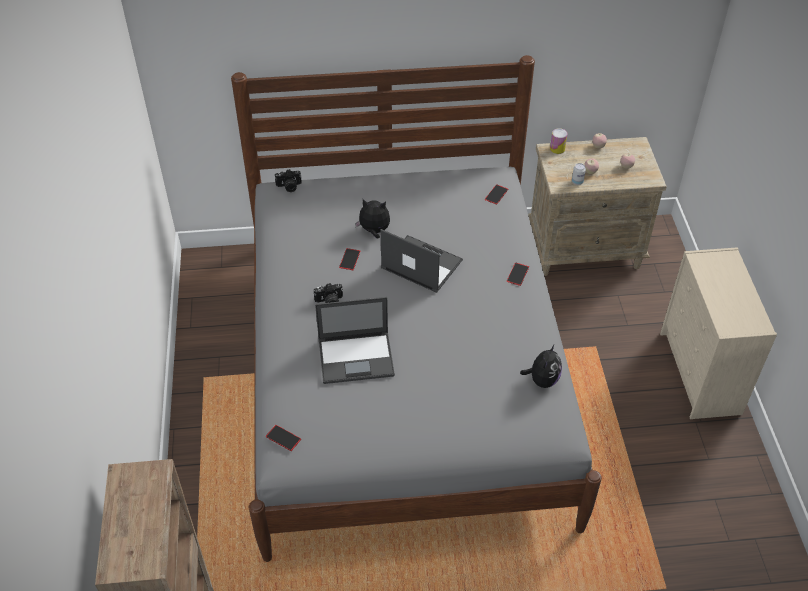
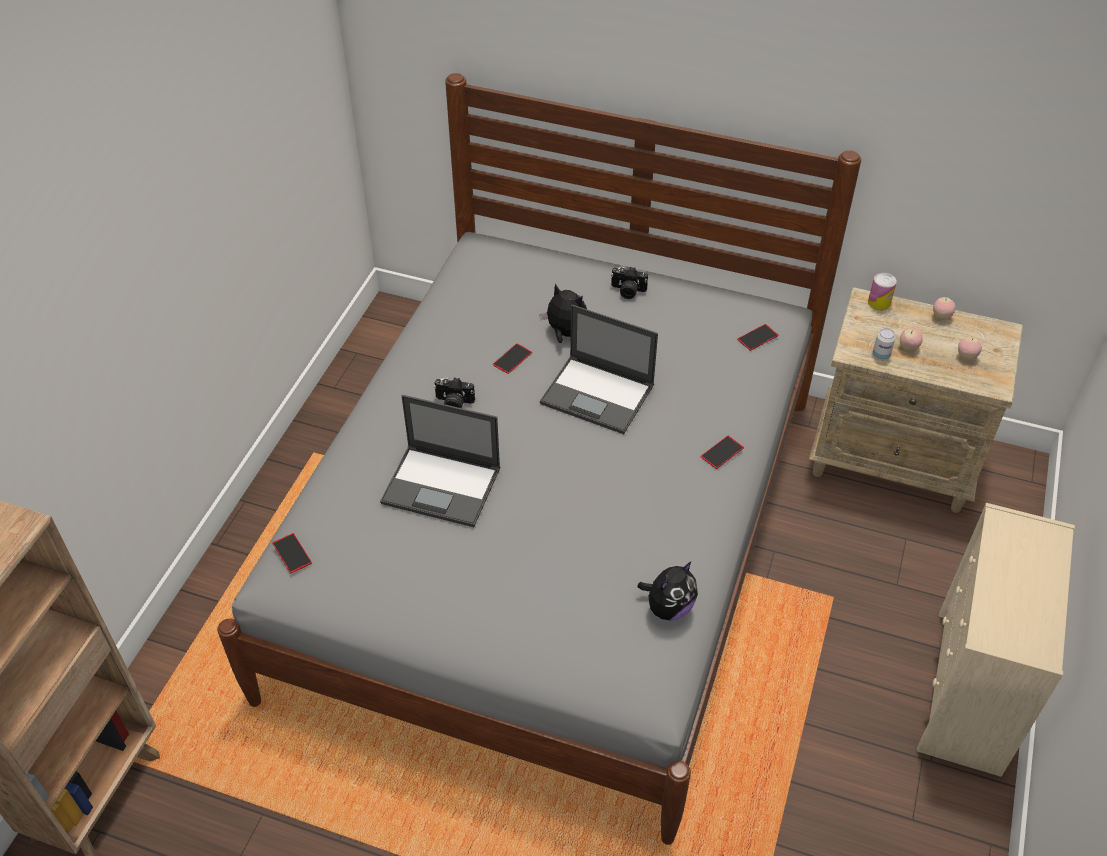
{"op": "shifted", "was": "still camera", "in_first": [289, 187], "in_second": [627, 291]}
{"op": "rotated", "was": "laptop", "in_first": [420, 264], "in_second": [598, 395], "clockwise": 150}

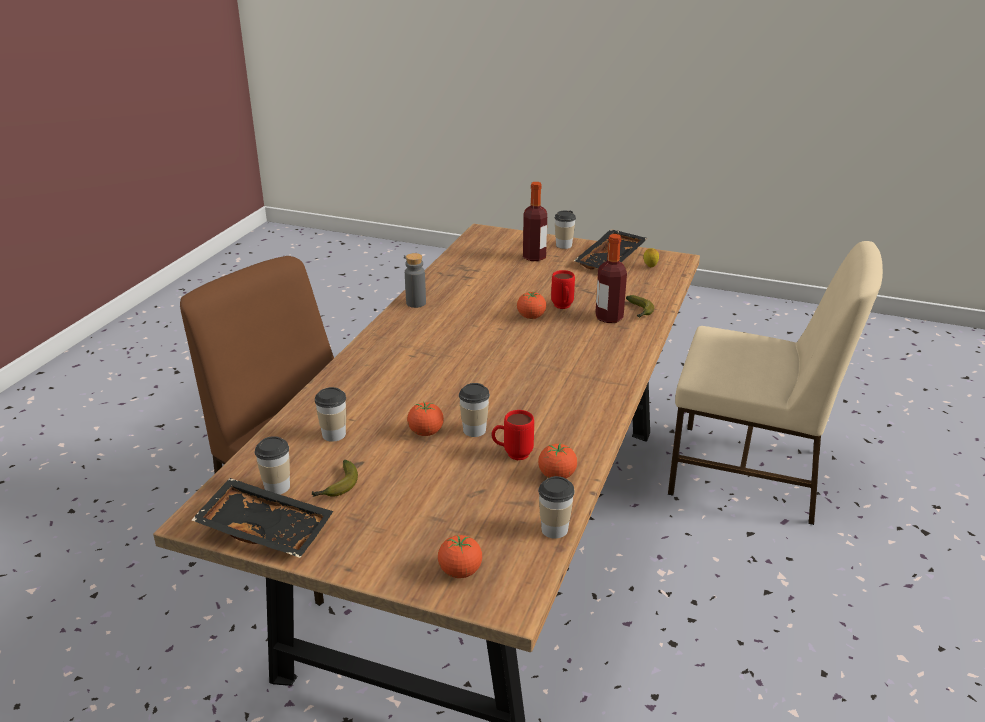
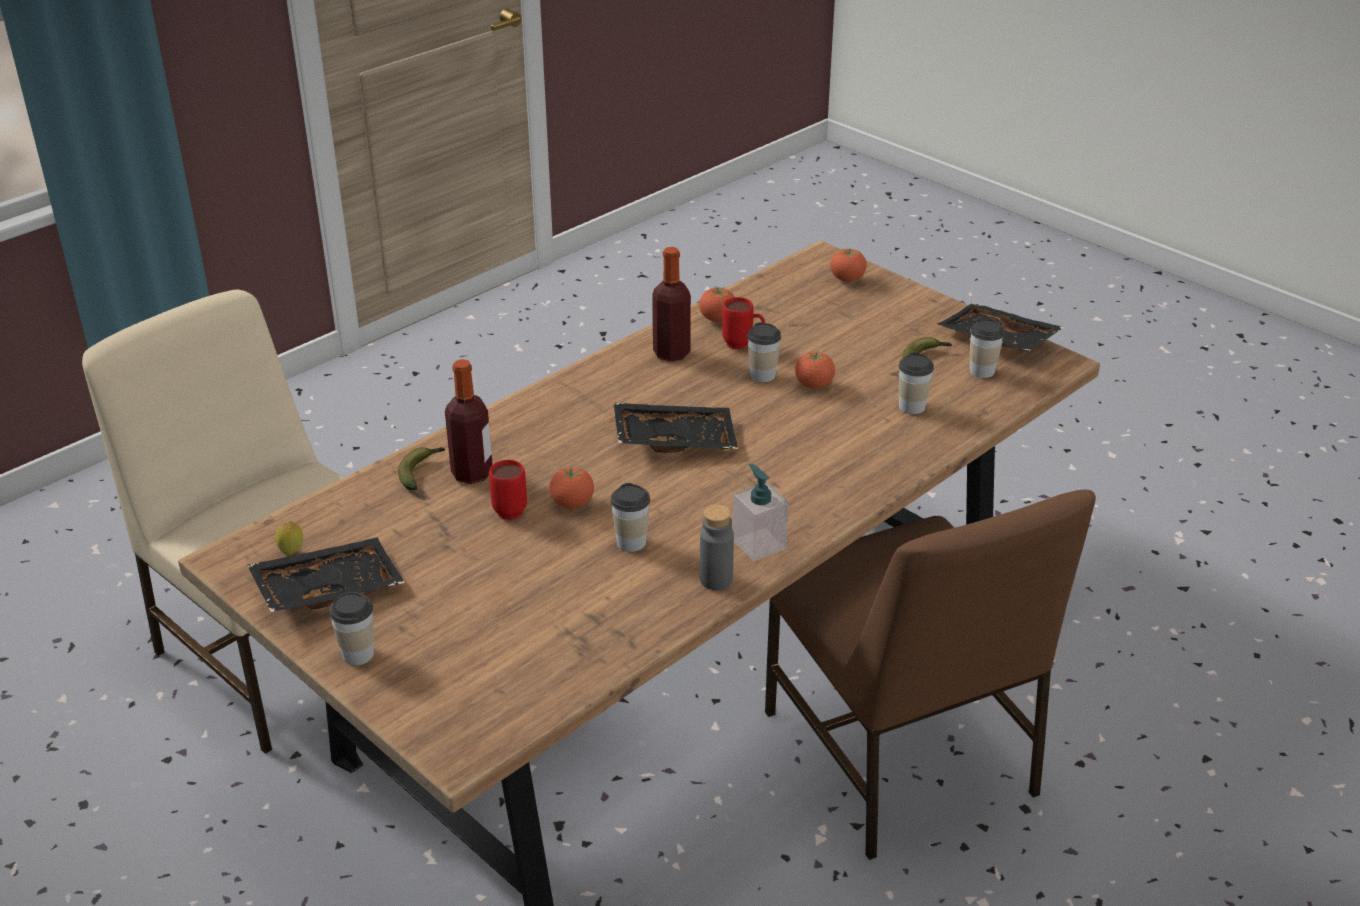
{"op": "new", "now": "black carrying tray", "in_second": [674, 439]}
{"op": "new", "now": "soap dispenser", "in_second": [758, 544]}
{"op": "shifted", "was": "beverage bottle", "in_first": [534, 257], "in_second": [671, 353]}
{"op": "shifted", "was": "drinking cup", "in_first": [554, 529], "in_second": [631, 542]}

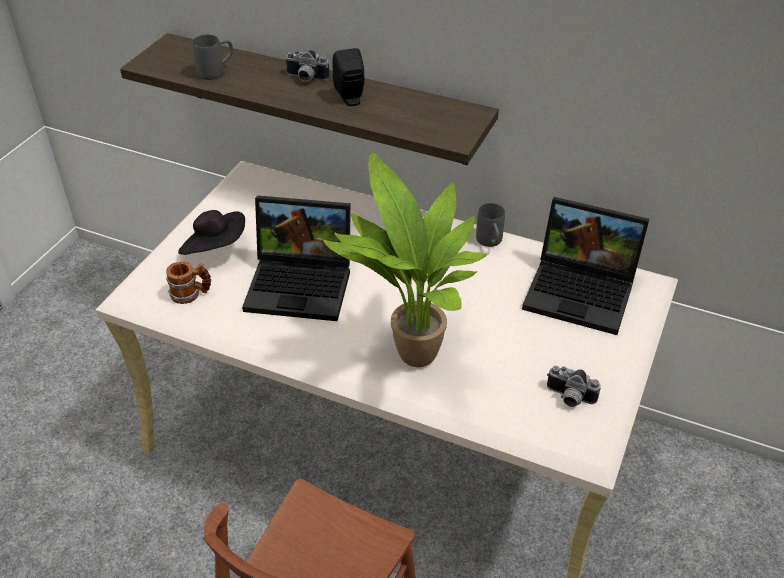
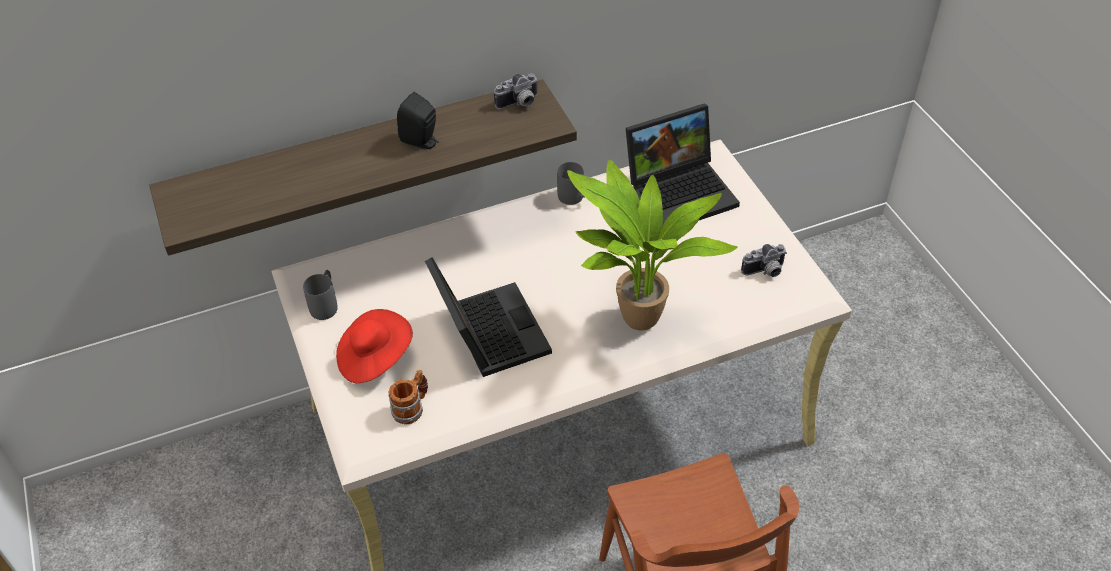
{"op": "shifted", "was": "greyish tea mug", "in_first": [216, 71], "in_second": [326, 304]}
{"op": "shifted", "was": "still camera", "in_first": [305, 79], "in_second": [519, 104]}
{"op": "repainted", "was": "black wearable hat", "now": "reddish wearable hat", "in_first": [215, 248], "in_second": [374, 358]}
{"op": "rotated", "was": "laptop", "in_first": [303, 284], "in_second": [487, 332], "clockwise": -75}

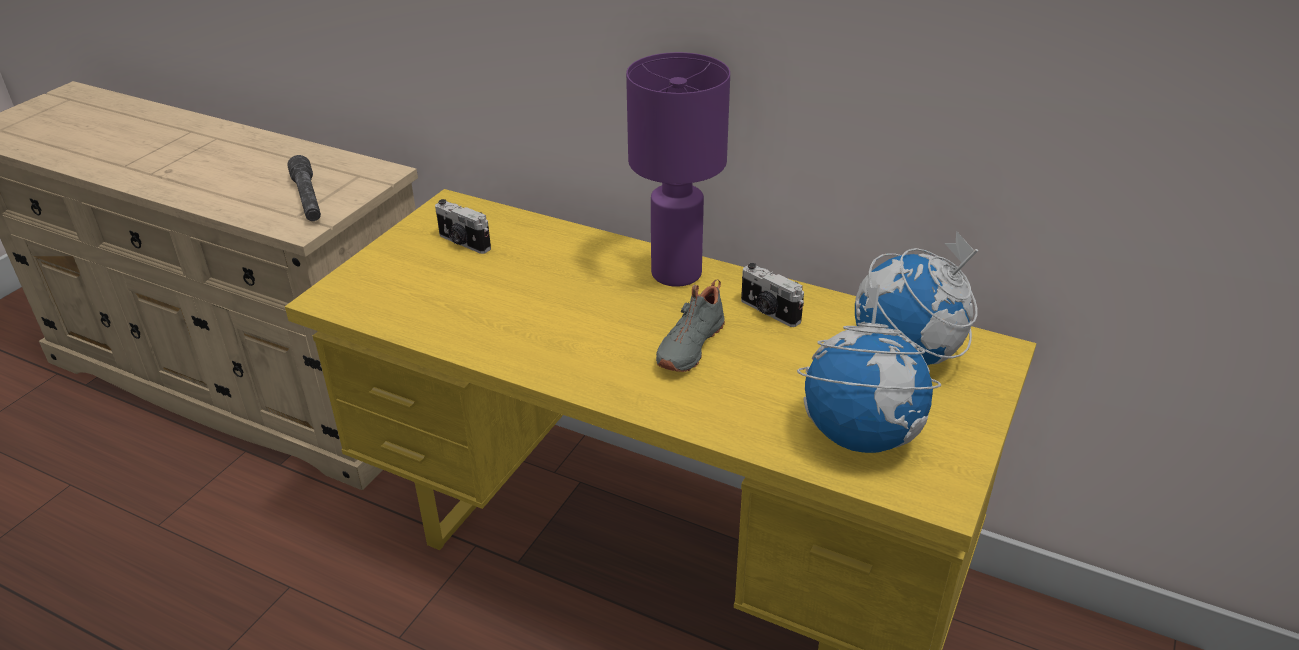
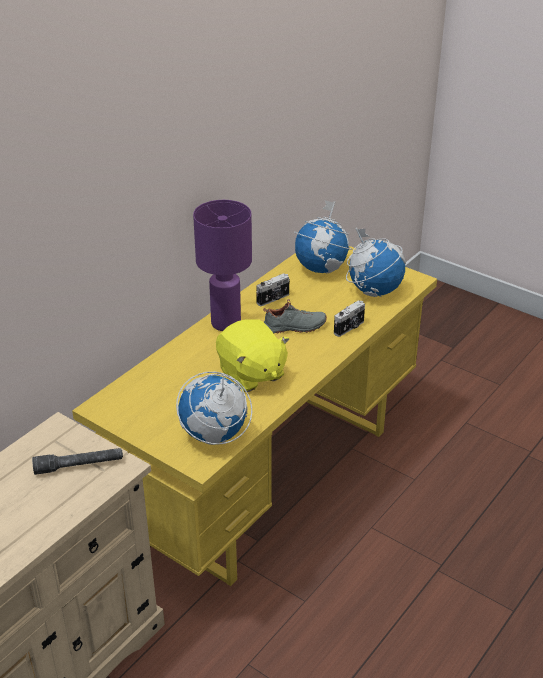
{"op": "new", "now": "globe", "in_second": [213, 436]}
{"op": "new", "now": "yellowish soft toy", "in_second": [251, 374]}
{"op": "shifted", "was": "still camera", "in_first": [463, 243], "in_second": [350, 328]}
{"op": "rotated", "was": "greyish shoe", "in_first": [688, 345], "in_second": [295, 328], "clockwise": -45}

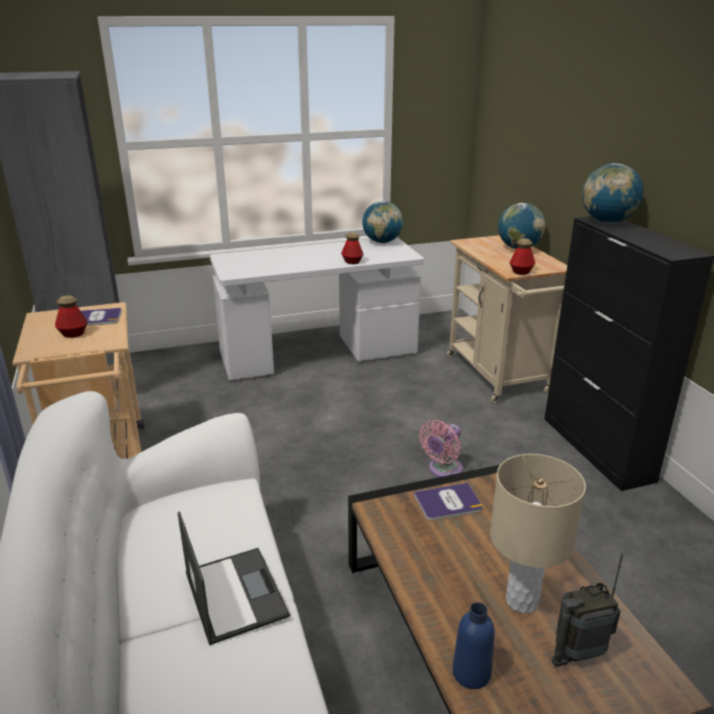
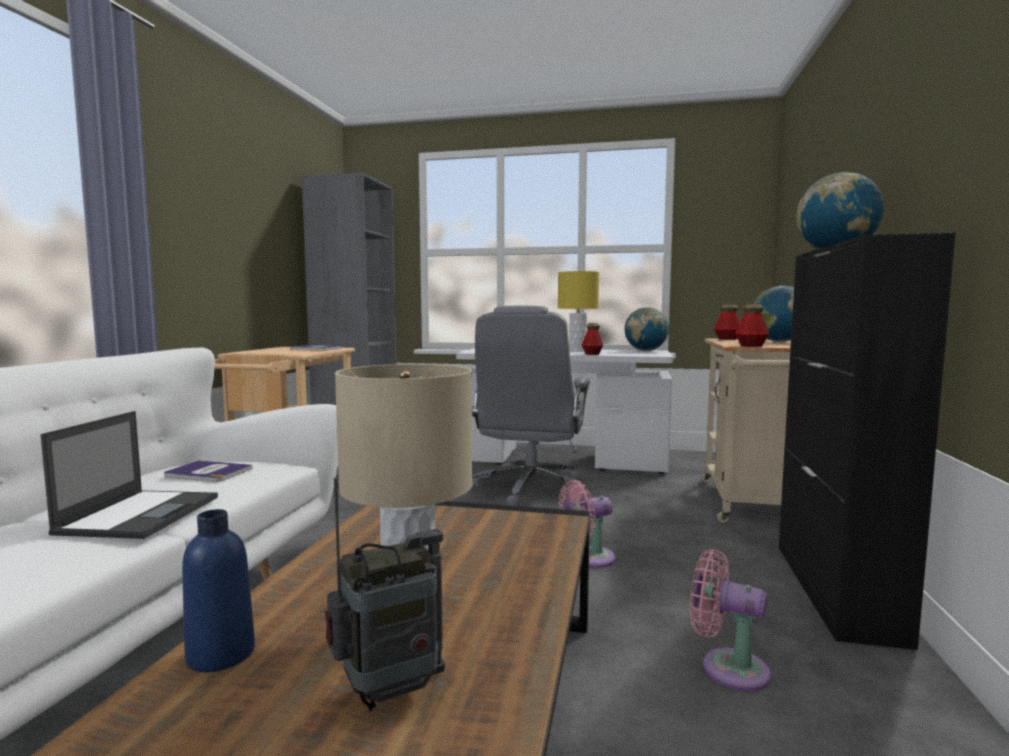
{"op": "new", "now": "greyish desk chair", "in_second": [530, 488]}
{"op": "new", "now": "yellowish lamp for a table", "in_second": [577, 351]}
{"op": "new", "now": "pink fan", "in_second": [727, 668]}
{"op": "shifted", "was": "beverage bottle", "in_first": [73, 334], "in_second": [727, 339]}
{"op": "shifted", "was": "bound book", "in_first": [448, 503], "in_second": [208, 473]}
{"op": "rotated", "was": "radio set", "in_first": [578, 652], "in_second": [391, 693], "clockwise": 135}

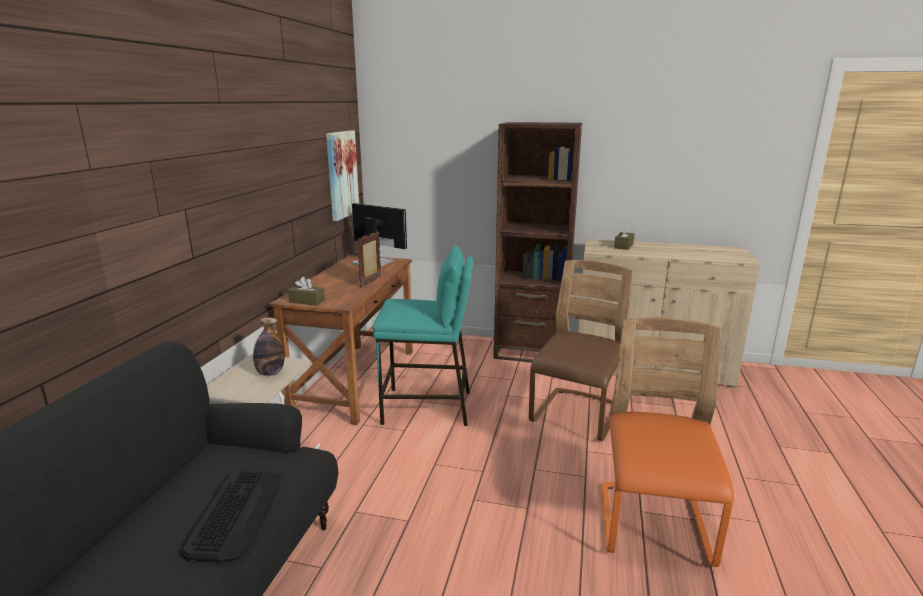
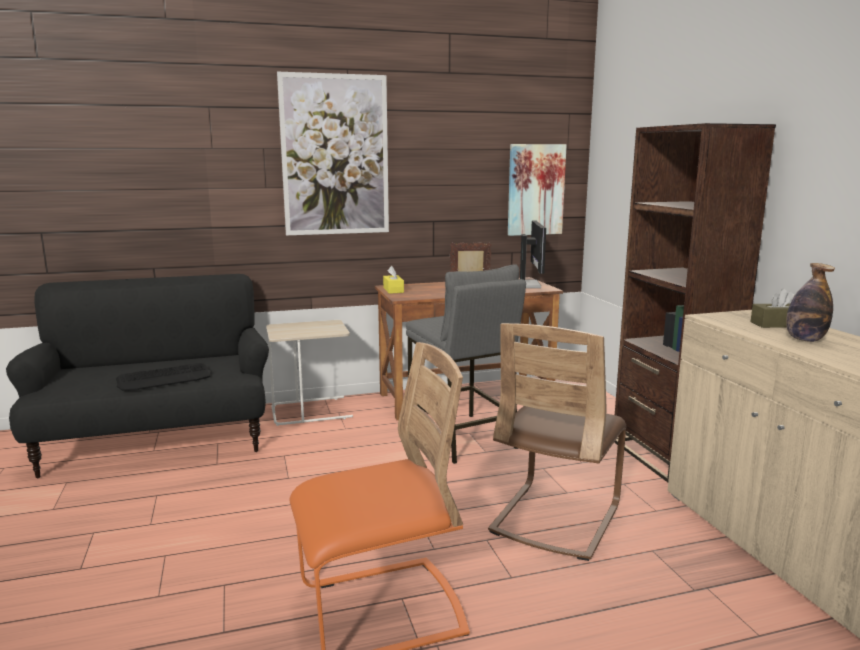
{"op": "new", "now": "wall picture", "in_second": [335, 155]}
{"op": "shifted", "was": "beverage bottle", "in_first": [270, 373], "in_second": [805, 339]}
{"op": "repainted", "was": "brown-coloured box of tissues", "now": "yellowish box of tissues", "in_first": [307, 301], "in_second": [393, 290]}
{"op": "repainted", "was": "turquoise-coloured stool seat", "now": "greyish stool seat", "in_first": [427, 407], "in_second": [462, 438]}
{"op": "rotated", "was": "brown-coloured chair", "in_first": [576, 416], "in_second": [555, 518], "clockwise": 120}

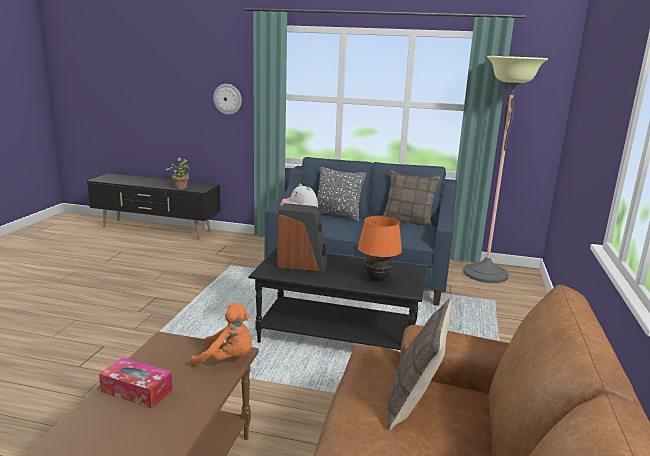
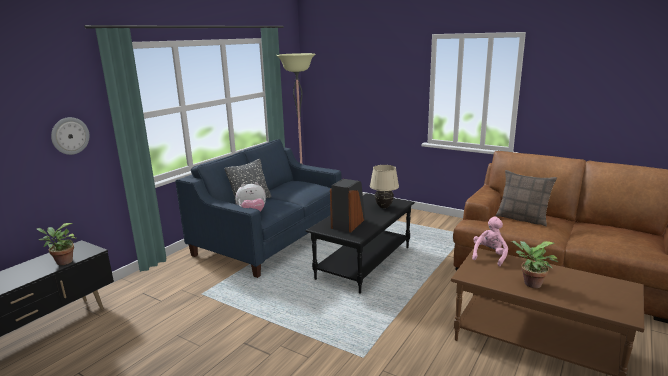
{"op": "gone", "was": "cushion", "in_first": [408, 221]}
{"op": "swapped", "was": "box of tissues", "now": "houseplant", "in_first": [137, 390], "in_second": [530, 284]}
{"op": "repainted", "was": "orange soft toy", "now": "pink soft toy", "in_first": [227, 359], "in_second": [489, 256]}
{"op": "repainted", "was": "orange lamp for a table", "now": "sand-coloured lamp for a table", "in_first": [377, 280], "in_second": [384, 207]}

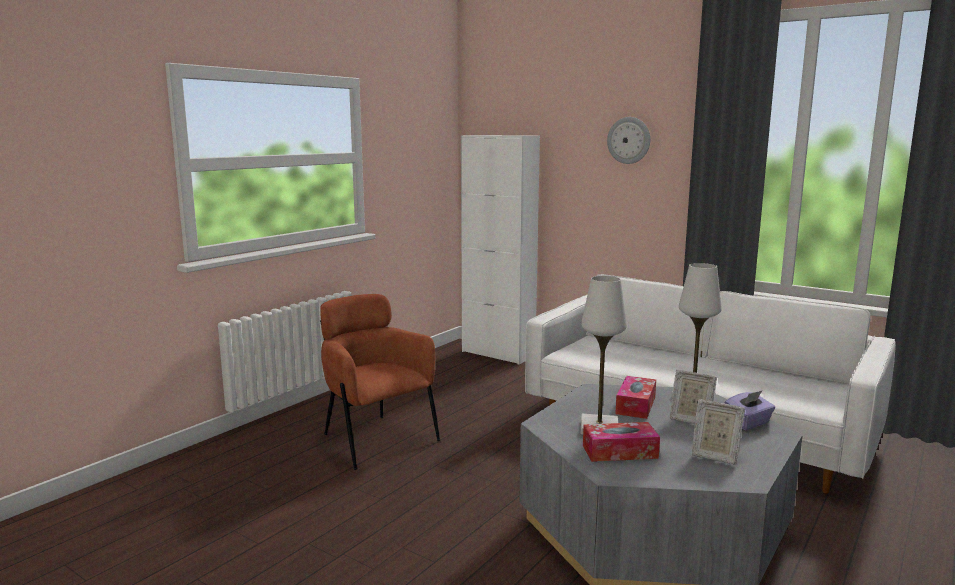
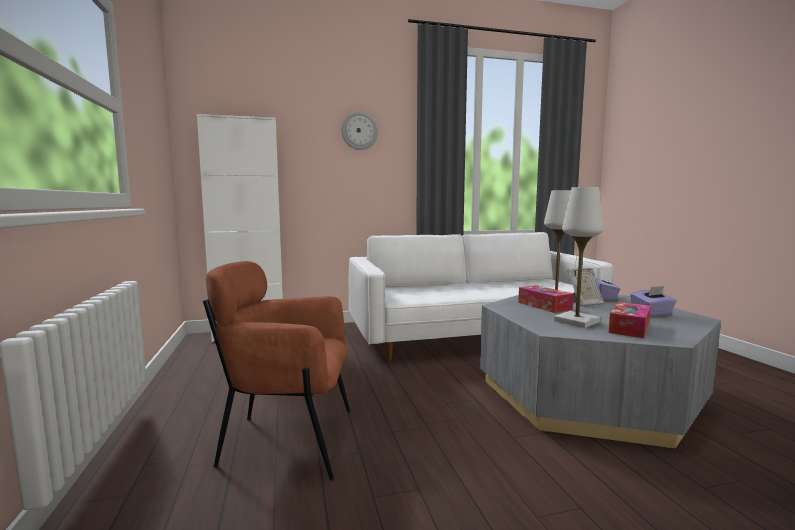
{"op": "swapped", "was": "standing frame", "now": "purple box of tissues", "in_first": [714, 455], "in_second": [652, 314]}

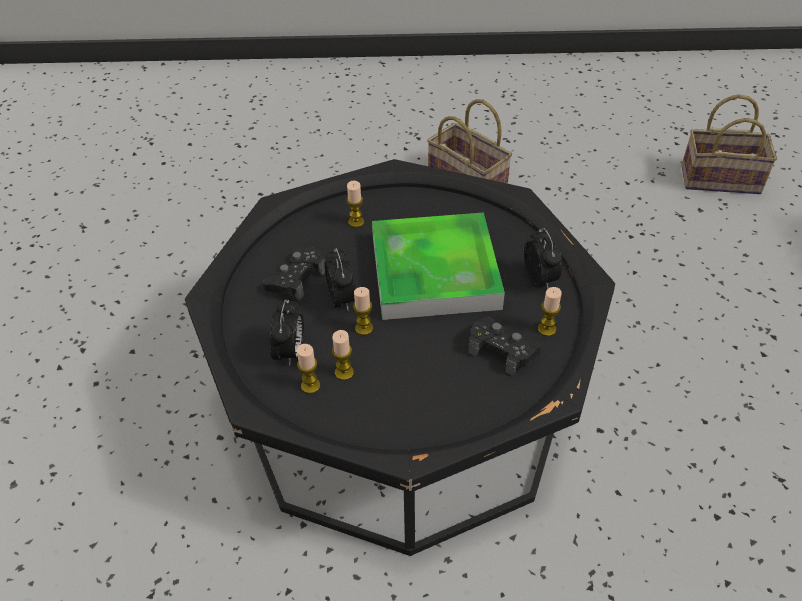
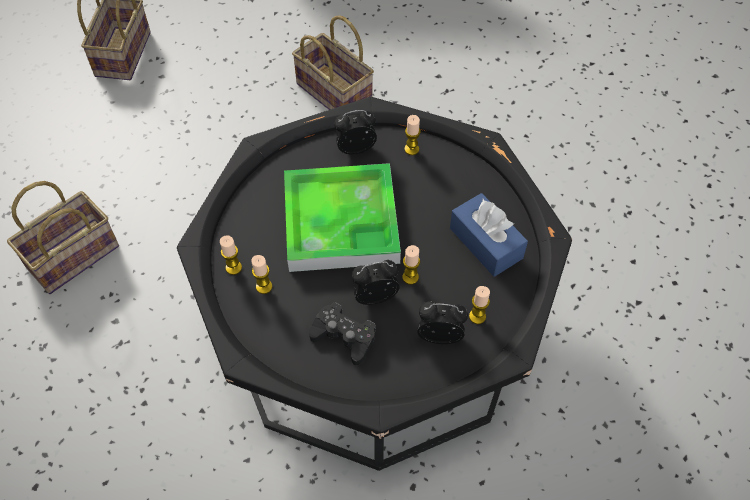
{"op": "gone", "was": "black game controller", "in_first": [502, 350]}
{"op": "new", "now": "basket", "in_second": [336, 93]}
{"op": "new", "now": "blue box of tissues", "in_second": [486, 243]}
{"op": "shifted", "was": "wax light", "in_first": [344, 372], "in_second": [233, 267]}

